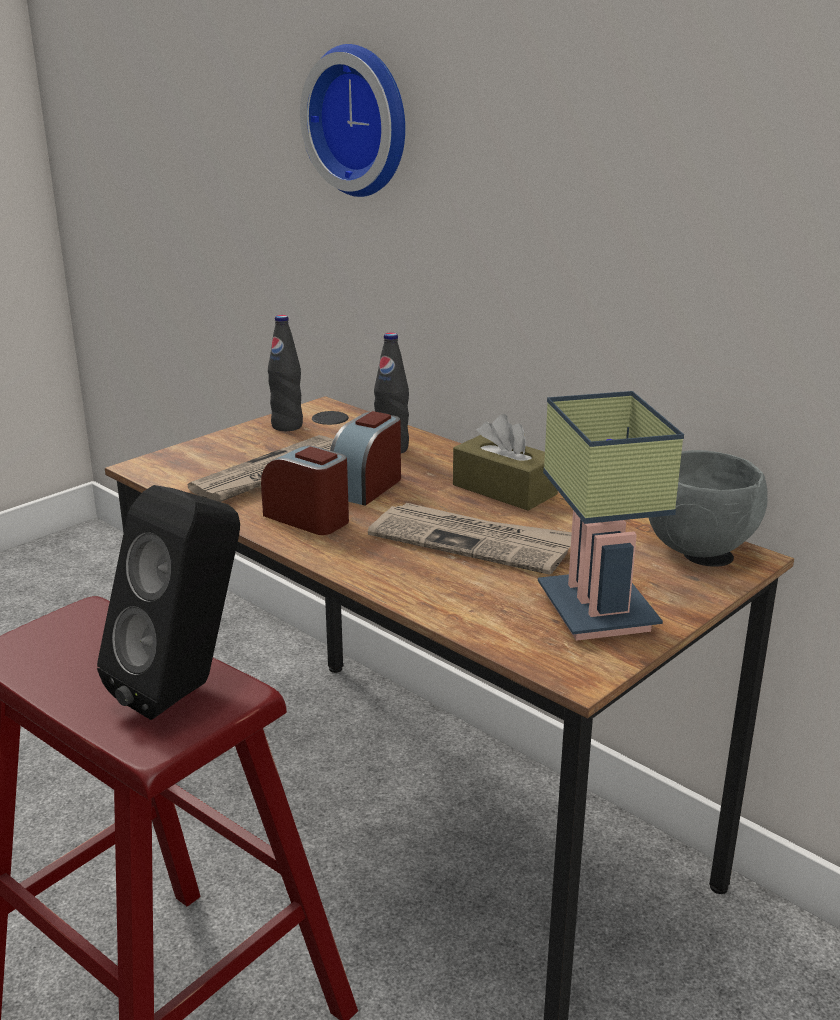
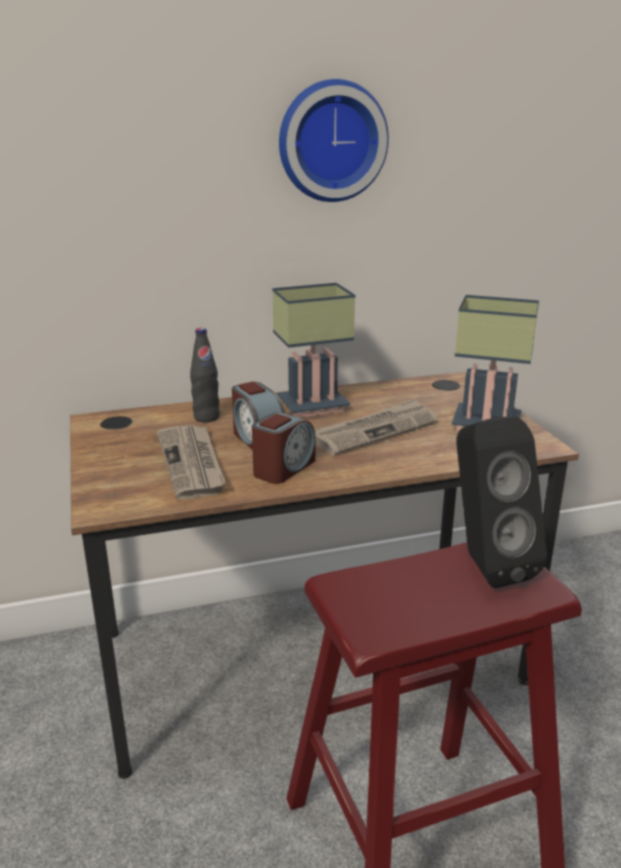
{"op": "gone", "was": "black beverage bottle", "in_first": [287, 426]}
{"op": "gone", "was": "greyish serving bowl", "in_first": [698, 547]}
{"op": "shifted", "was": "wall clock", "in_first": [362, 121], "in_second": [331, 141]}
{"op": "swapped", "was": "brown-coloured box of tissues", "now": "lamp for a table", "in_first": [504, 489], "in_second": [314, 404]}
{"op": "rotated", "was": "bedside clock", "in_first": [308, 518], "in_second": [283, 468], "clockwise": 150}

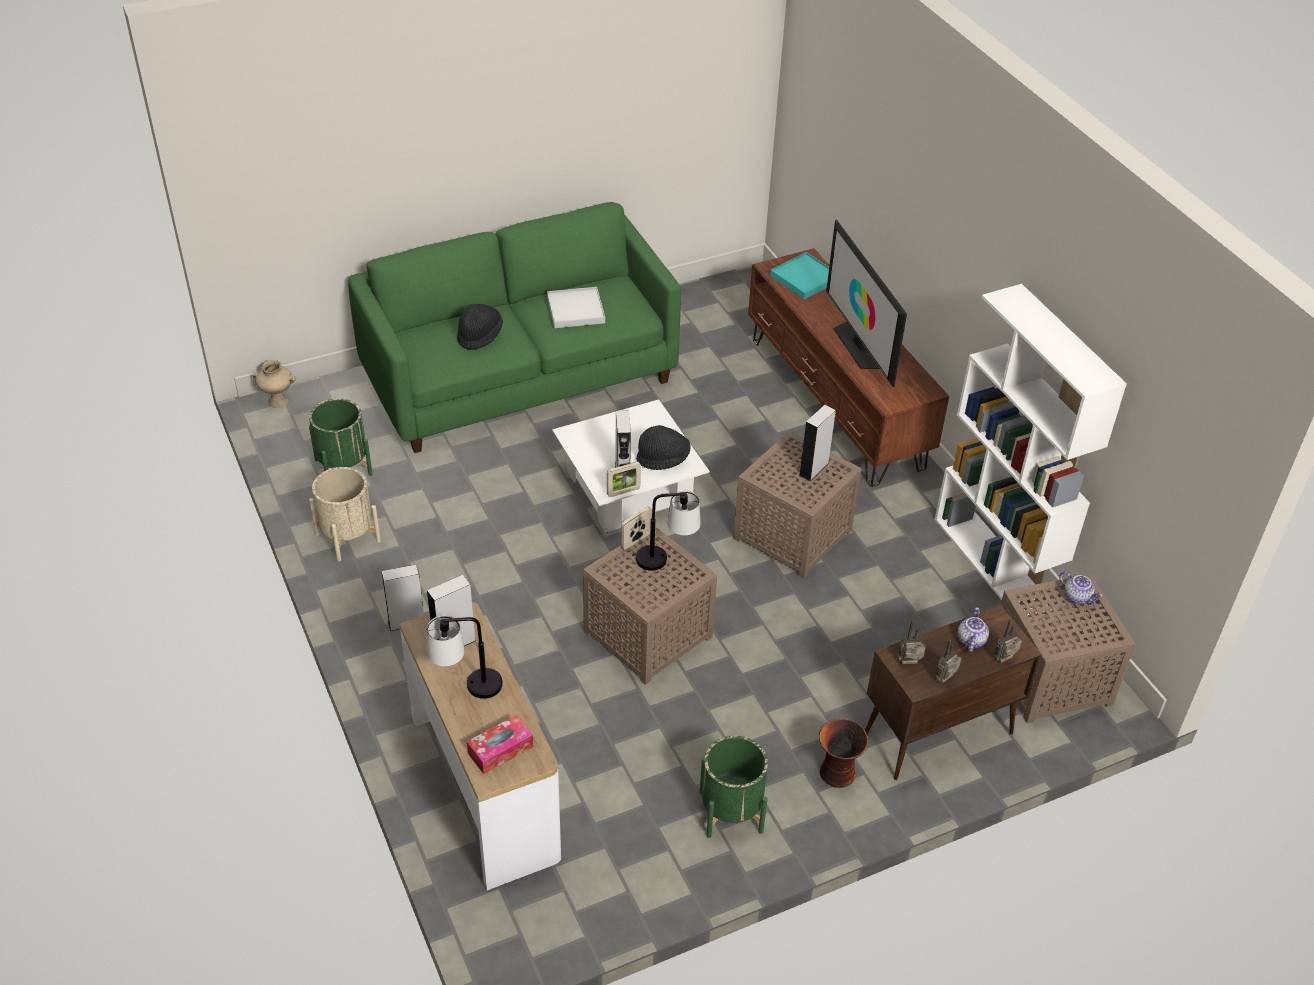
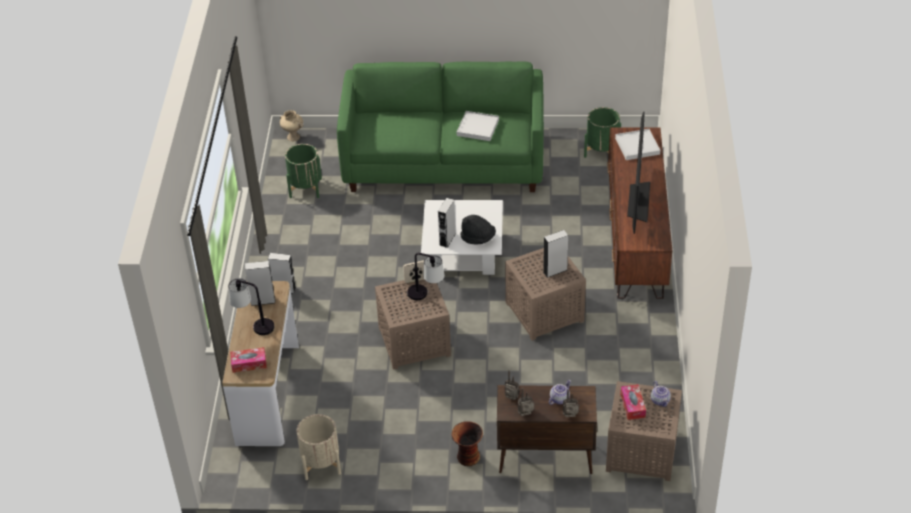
{"op": "gone", "was": "black wearable hat", "in_first": [479, 336]}
{"op": "gone", "was": "standing frame", "in_first": [623, 492]}
{"op": "gone", "was": "white-coloured bookshelf", "in_first": [995, 563]}
{"op": "new", "now": "box of tissues", "in_second": [632, 405]}
{"op": "shifted", "was": "sand-coloured flower pot", "in_first": [348, 537], "in_second": [321, 463]}
{"op": "shifted", "was": "greenish flower pot", "in_first": [731, 811], "in_second": [602, 151]}
{"op": "repainted", "was": "turquoise-coloured carrying tray", "now": "white-coloured carrying tray", "in_first": [805, 278], "in_second": [637, 146]}

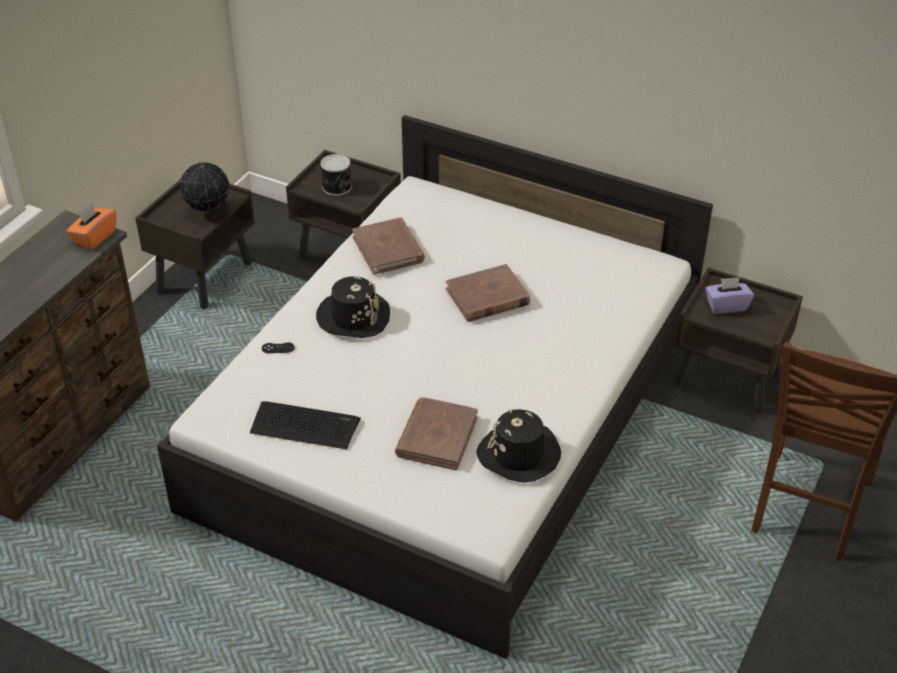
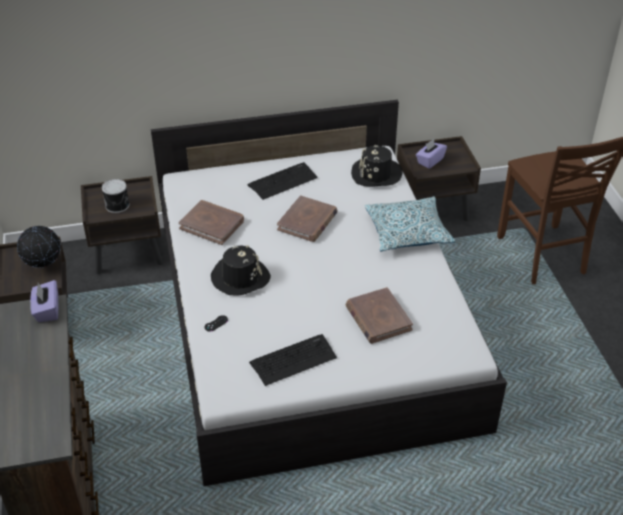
{"op": "new", "now": "keyboard", "in_second": [283, 181]}
{"op": "new", "now": "cushion", "in_second": [407, 232]}
{"op": "shifted", "was": "black wearable hat", "in_first": [518, 454], "in_second": [376, 174]}
{"op": "repainted", "was": "orange box of tissues", "now": "purple box of tissues", "in_first": [94, 237], "in_second": [47, 310]}

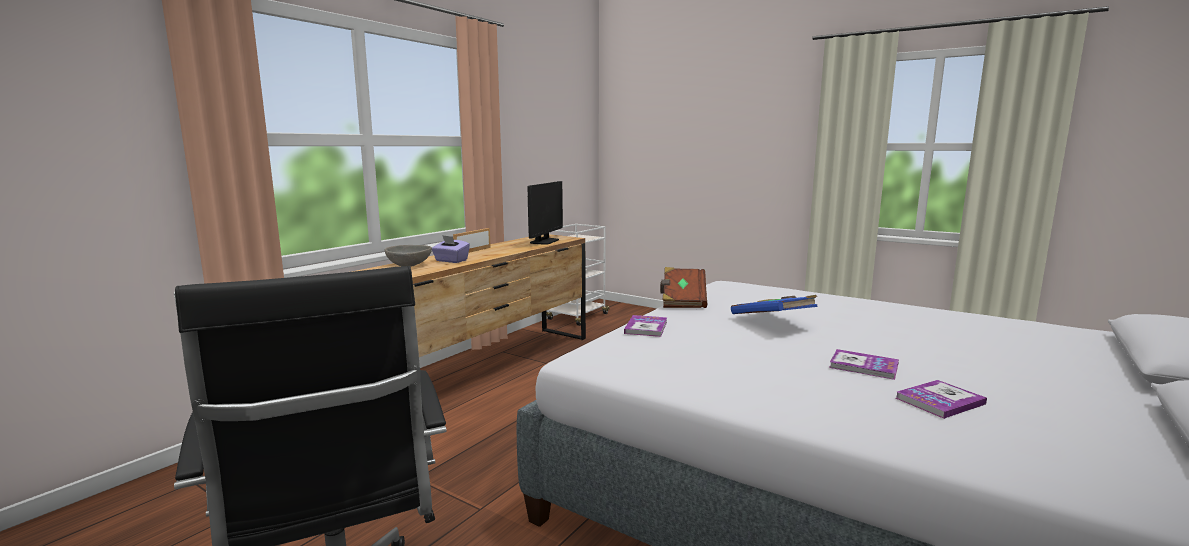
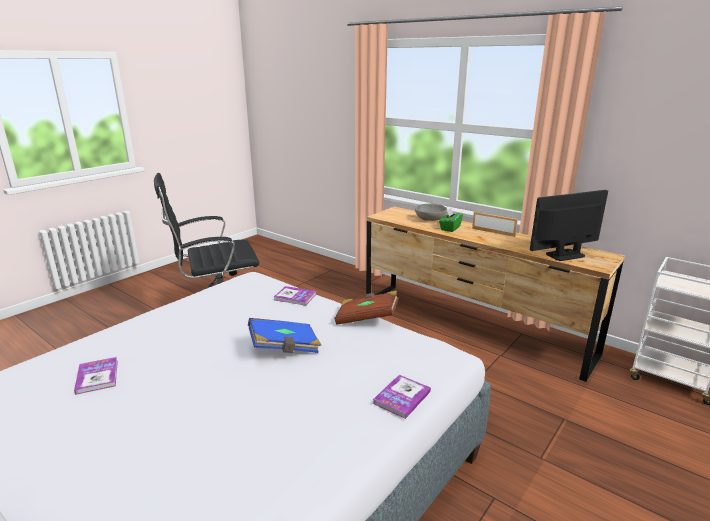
{"op": "shifted", "was": "bound book", "in_first": [863, 366], "in_second": [402, 397]}
{"op": "repainted", "was": "purple box of tissues", "now": "greenish box of tissues", "in_first": [451, 261], "in_second": [450, 228]}
{"op": "rotated", "was": "monitor", "in_first": [544, 241], "in_second": [565, 255], "clockwise": 135}

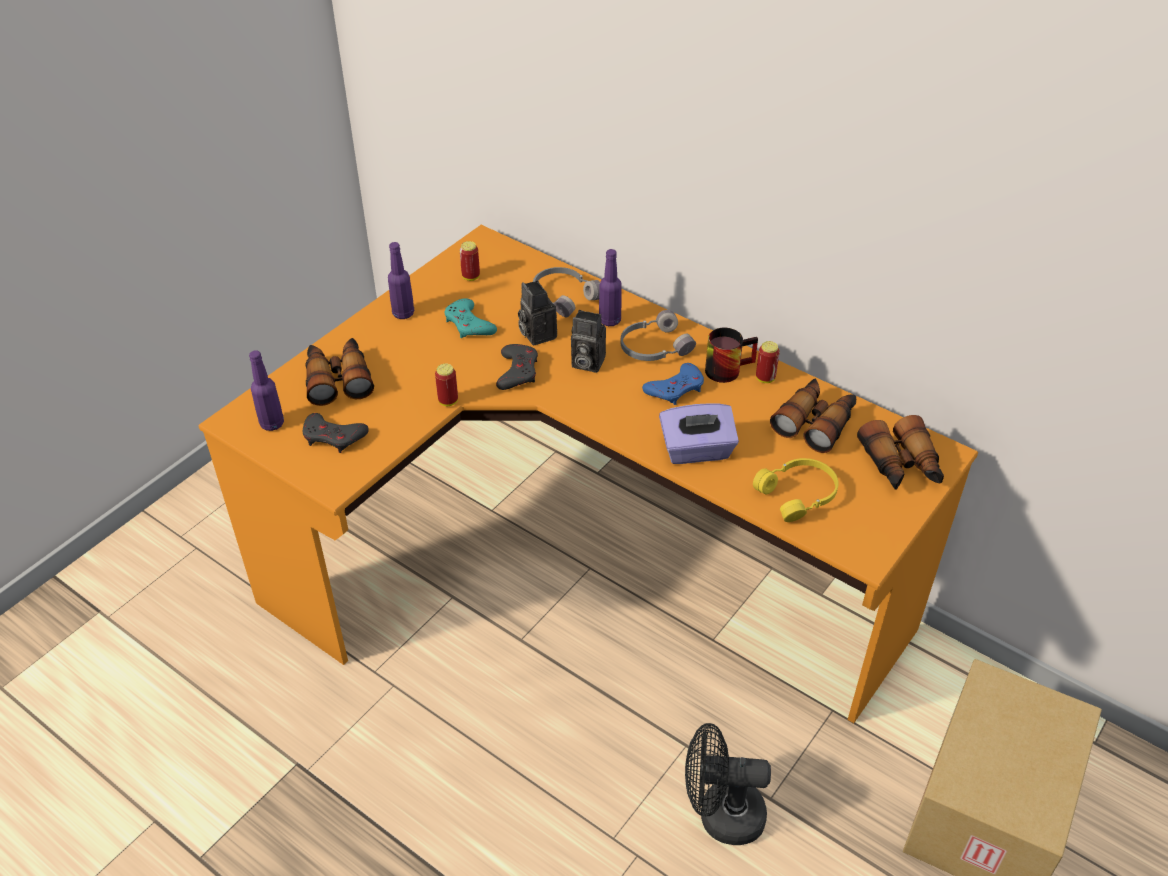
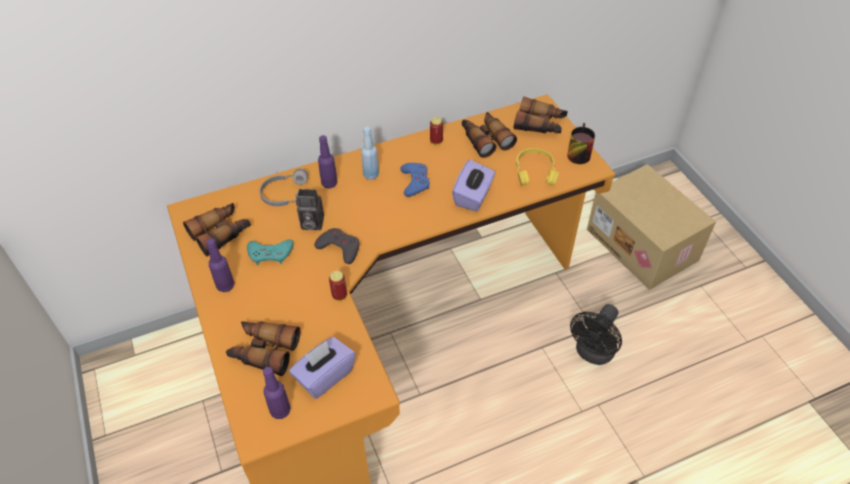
{"op": "gone", "was": "still camera", "in_first": [585, 362]}
{"op": "shifted", "was": "tea mug", "in_first": [727, 367], "in_second": [576, 152]}
{"op": "swapped", "was": "greyish game controller", "now": "purple box of tissues", "in_first": [333, 437], "in_second": [324, 376]}
{"op": "swapped", "was": "sealed can", "now": "pair of binoculars", "in_first": [471, 277], "in_second": [221, 233]}
{"op": "swapped", "was": "greyish pair of headphones", "now": "blue beverage bottle", "in_first": [653, 347], "in_second": [371, 175]}

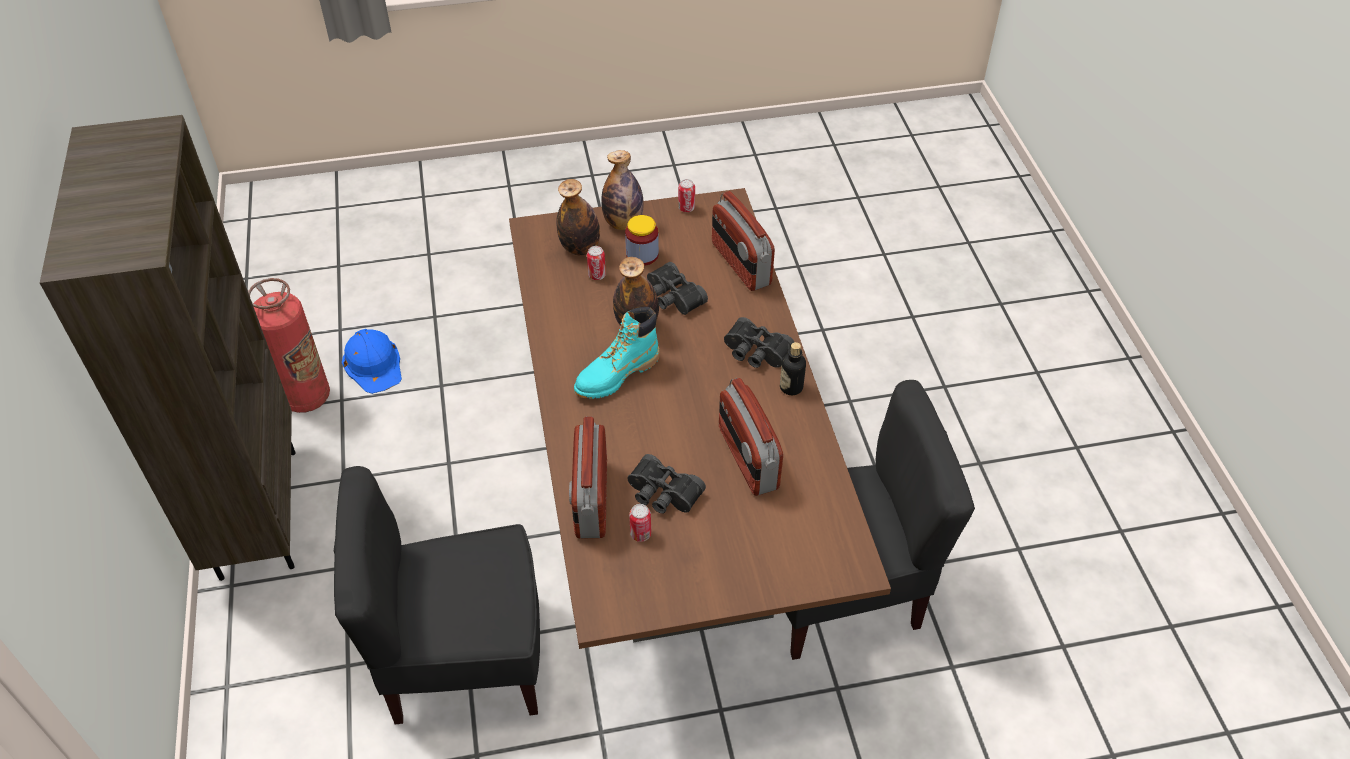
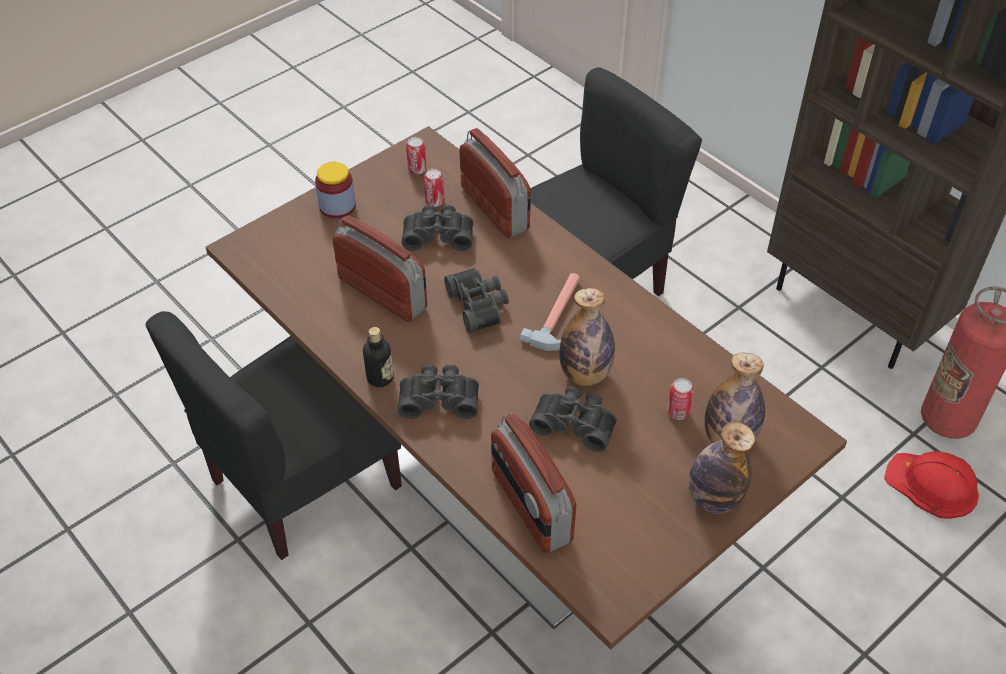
{"op": "new", "now": "black pair of binoculars", "in_second": [479, 305]}
{"op": "shifted", "was": "storage jar", "in_first": [642, 255], "in_second": [337, 206]}
{"op": "shifted", "was": "sealed can", "in_first": [686, 208], "in_second": [417, 169]}
{"op": "swapped", "was": "turquoise-coloured tall boot", "now": "hammer", "in_first": [617, 375], "in_second": [560, 314]}
{"op": "repainted", "was": "blue hard hat", "now": "reddish hard hat", "in_first": [374, 364], "in_second": [932, 485]}
{"op": "rotated", "was": "radio set", "in_first": [740, 264], "in_second": [530, 506], "clockwise": -150}

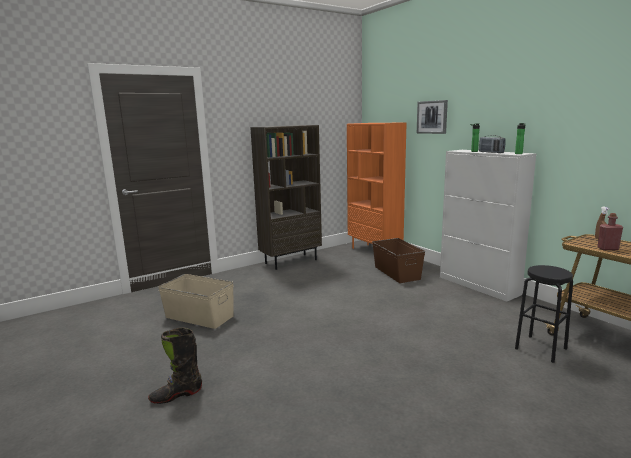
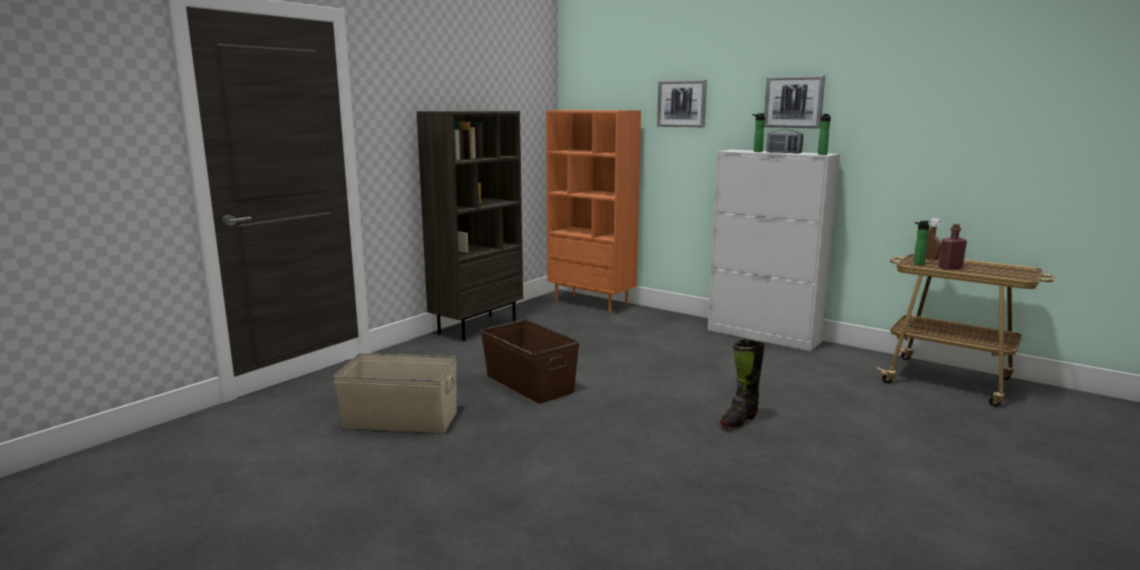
{"op": "gone", "was": "black stool seat", "in_first": [540, 348]}
{"op": "new", "now": "wall picture", "in_second": [794, 102]}
{"op": "new", "now": "beverage bottle", "in_second": [917, 264]}
{"op": "shifted", "was": "black tall boot", "in_first": [176, 395], "in_second": [739, 420]}
{"op": "shifted", "was": "brown-coloured storage box", "in_first": [397, 272], "in_second": [529, 383]}

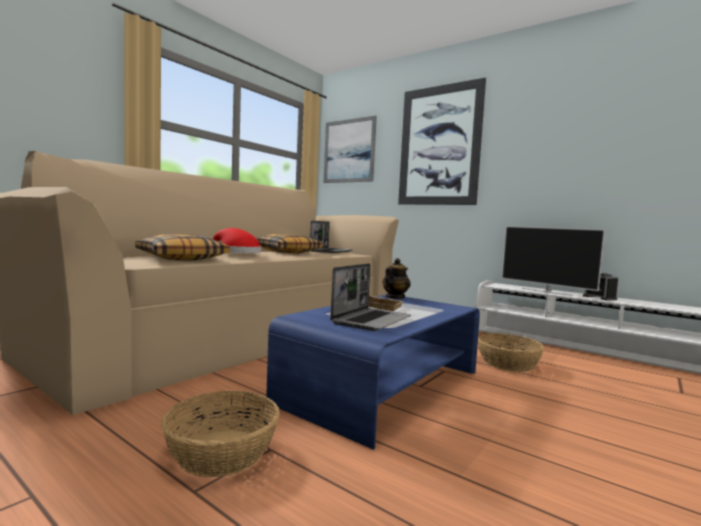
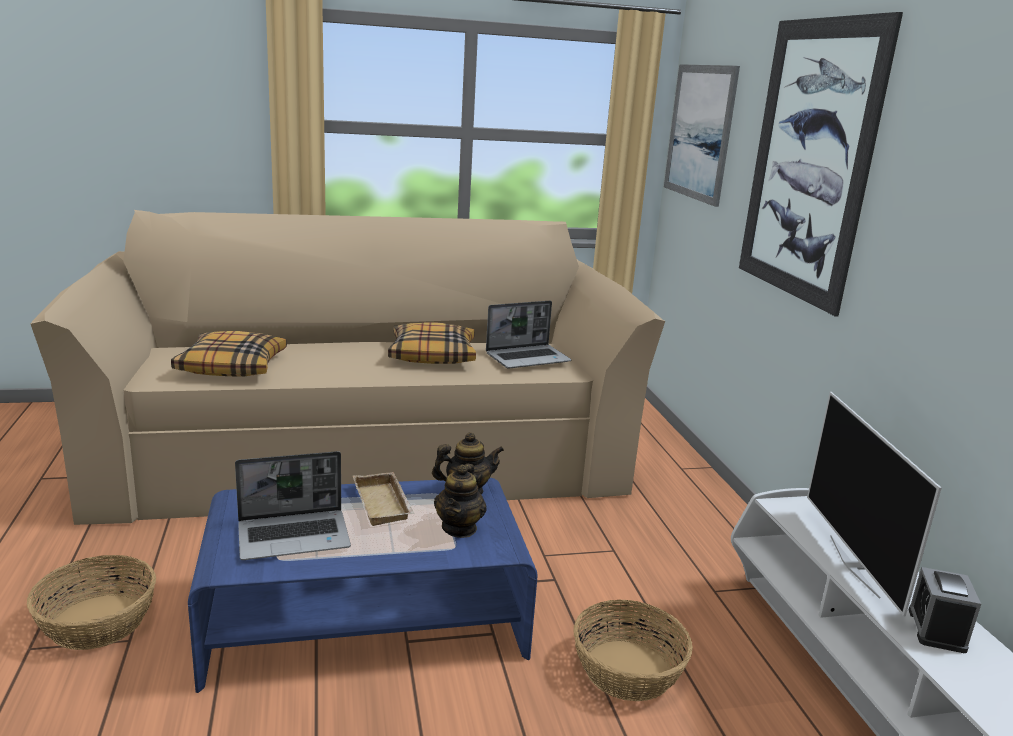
{"op": "gone", "was": "reddish wearable hat", "in_first": [237, 253]}
{"op": "new", "now": "tea pot", "in_second": [459, 528]}

